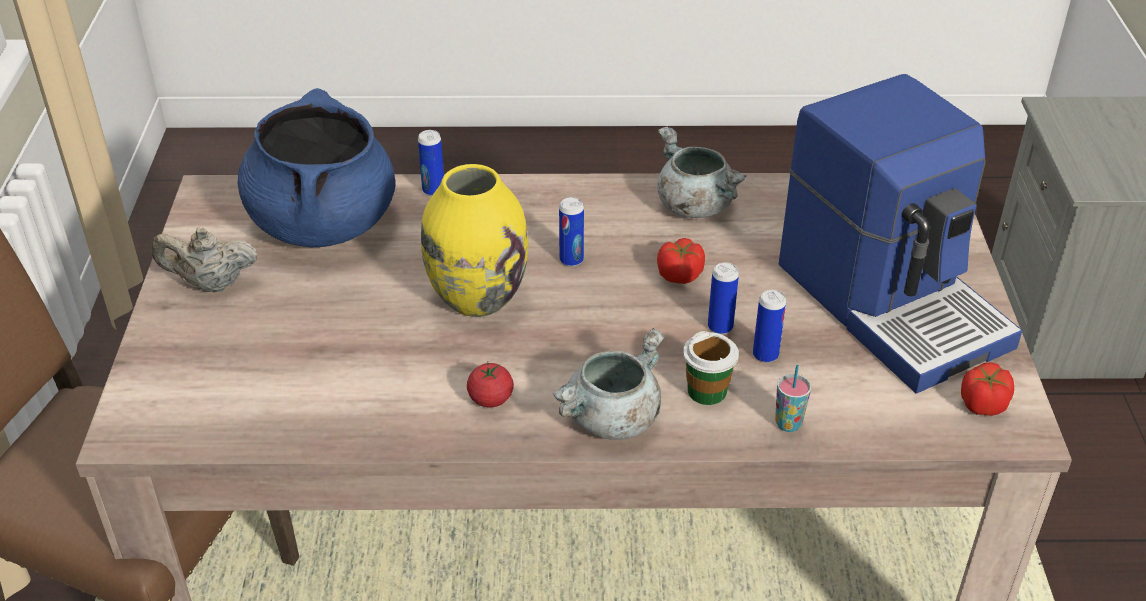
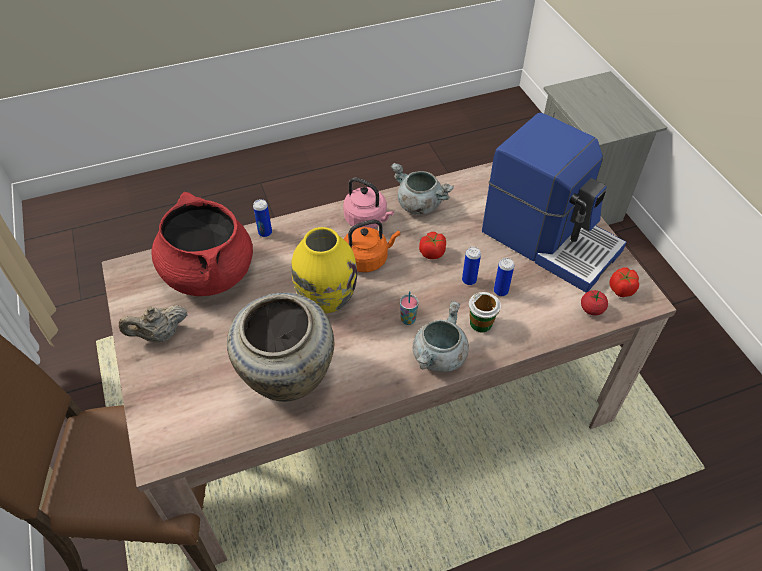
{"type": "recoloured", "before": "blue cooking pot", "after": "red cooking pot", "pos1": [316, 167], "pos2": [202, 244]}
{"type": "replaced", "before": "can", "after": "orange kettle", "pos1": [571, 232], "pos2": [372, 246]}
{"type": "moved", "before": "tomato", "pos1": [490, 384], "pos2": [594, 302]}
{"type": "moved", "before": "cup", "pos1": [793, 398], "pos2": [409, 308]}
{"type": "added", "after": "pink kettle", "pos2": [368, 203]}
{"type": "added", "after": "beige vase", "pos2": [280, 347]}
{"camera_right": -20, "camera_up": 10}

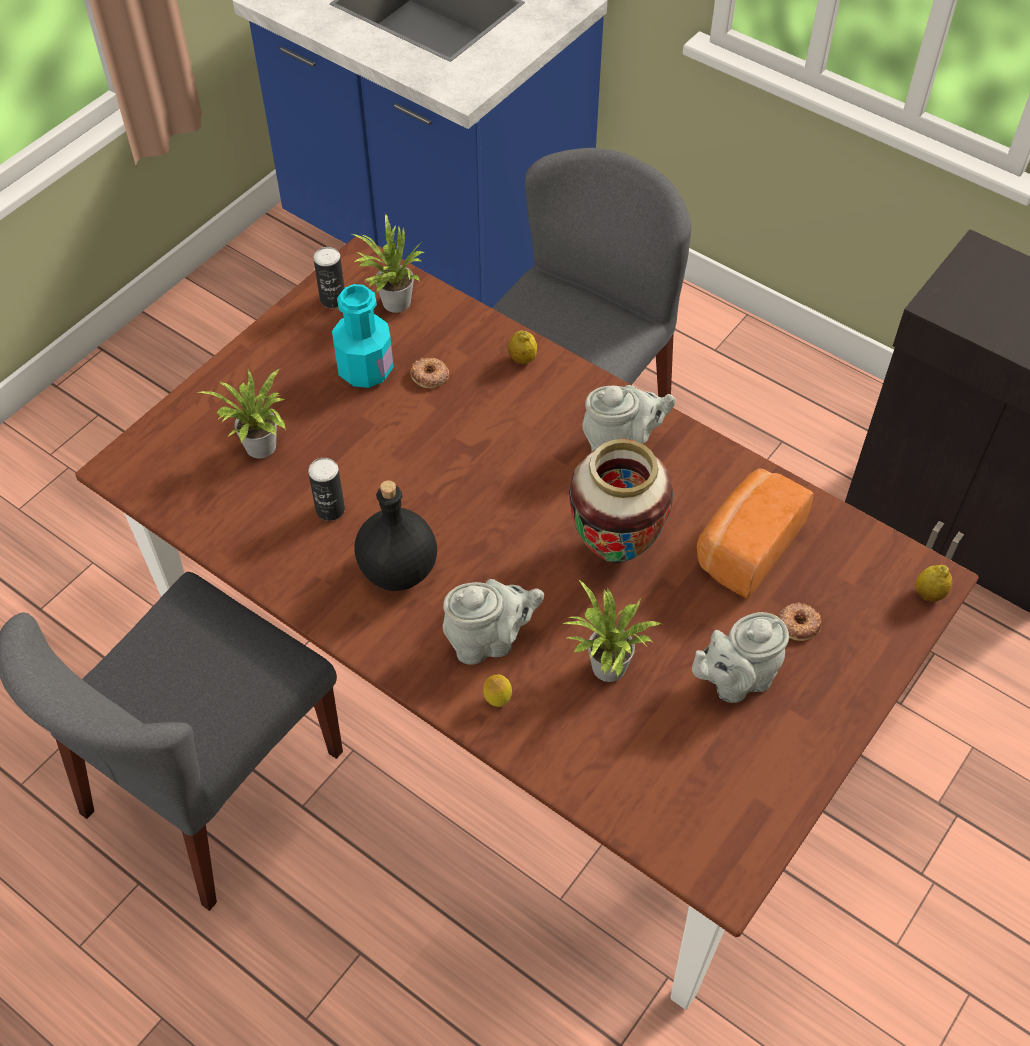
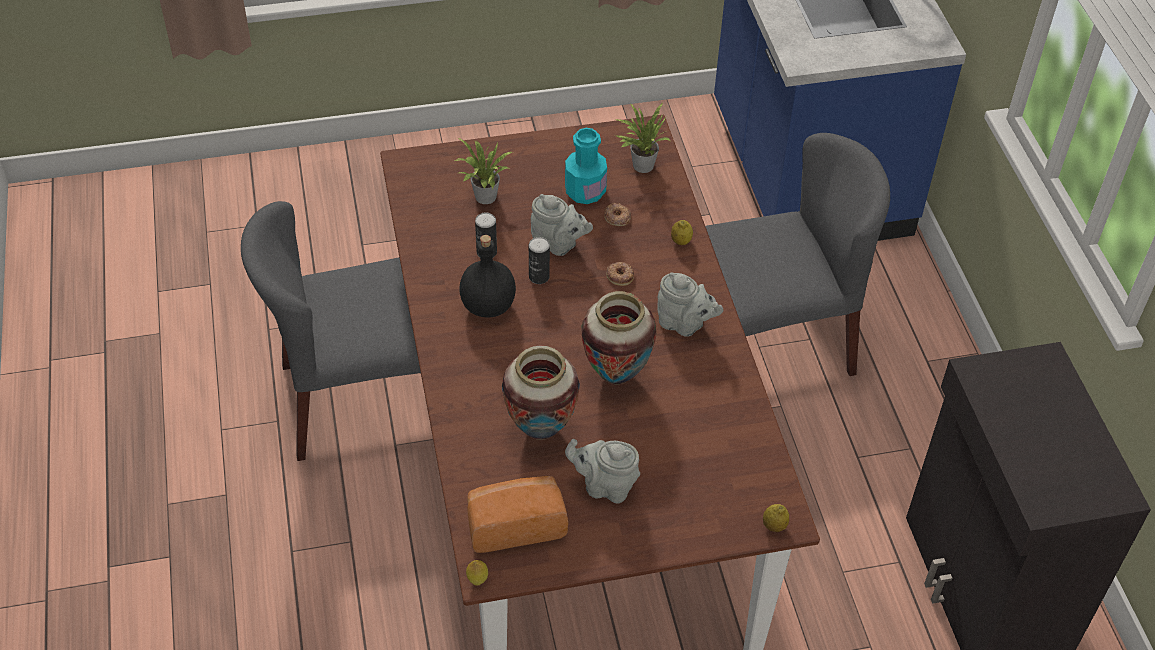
{"type": "moved", "before": "can", "pos1": [329, 277], "pos2": [539, 260]}
{"type": "moved", "before": "bread", "pos1": [755, 533], "pos2": [517, 514]}
{"type": "moved", "before": "grey teapot", "pos1": [493, 622], "pos2": [562, 225]}
{"type": "replaced", "before": "potted plant", "after": "vase", "pos1": [612, 630], "pos2": [541, 393]}
{"type": "moved", "before": "donut", "pos1": [800, 621], "pos2": [620, 274]}
{"type": "moved", "before": "lemon", "pos1": [497, 691], "pos2": [477, 573]}
{"camera_right": 40, "camera_up": -5}

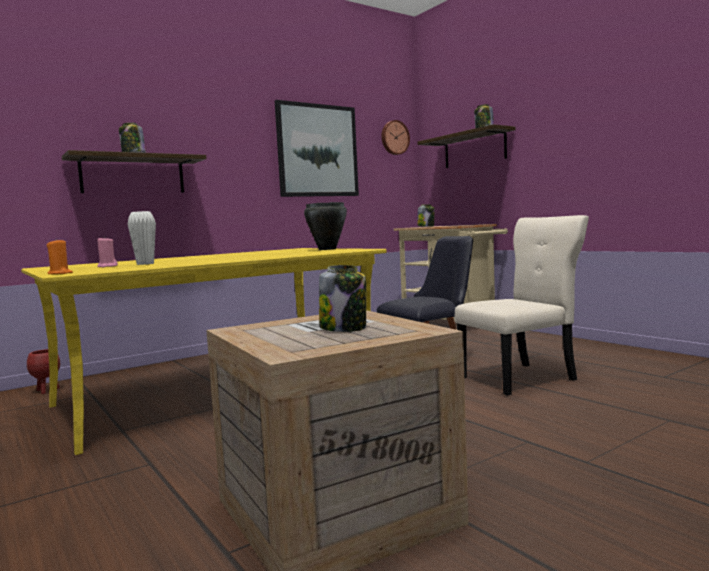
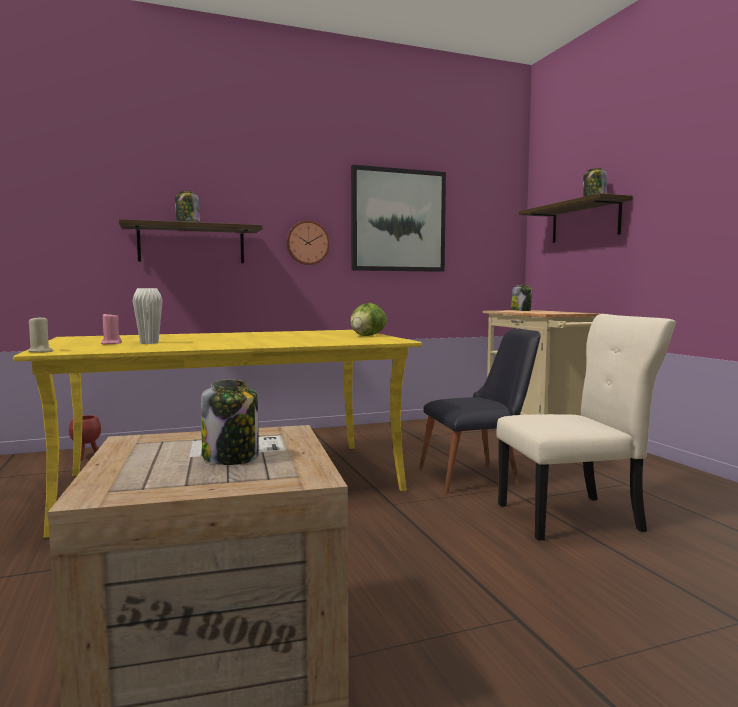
{"type": "moved", "before": "wall clock", "pos1": [395, 137], "pos2": [308, 243]}
{"type": "replaced", "before": "black cooking pot", "after": "lettuce", "pos1": [325, 226], "pos2": [368, 319]}
{"type": "recoloured", "before": "orange candle", "after": "beige candle", "pos1": [60, 256], "pos2": [40, 334]}
{"camera_right": 15, "camera_up": 0}

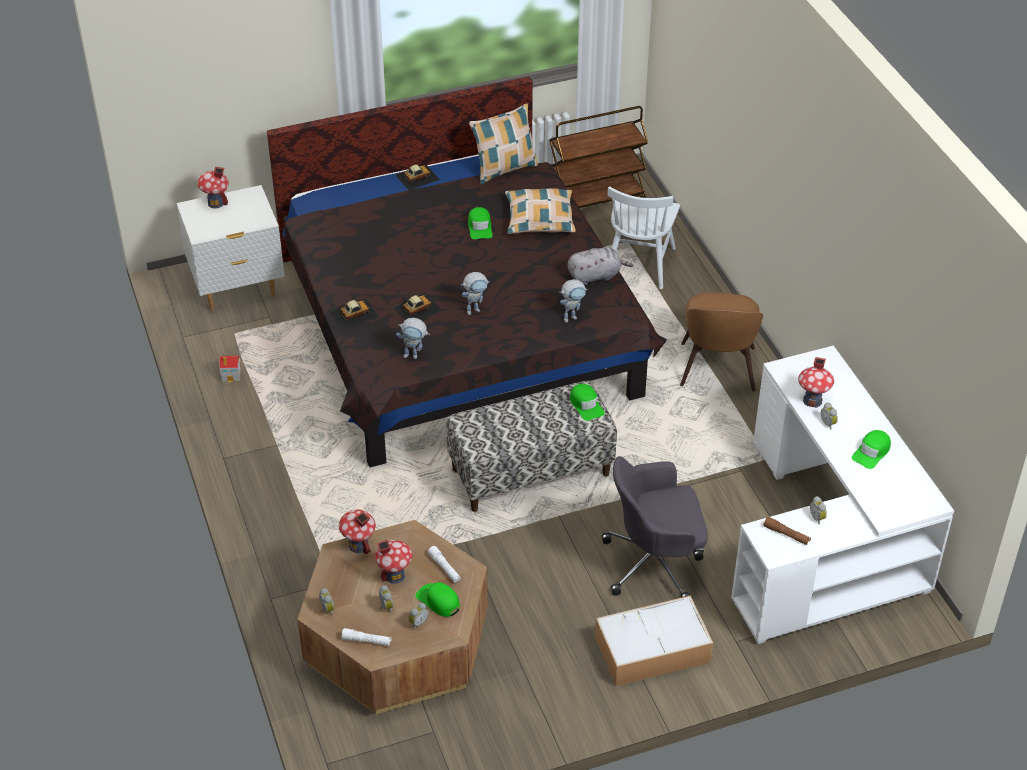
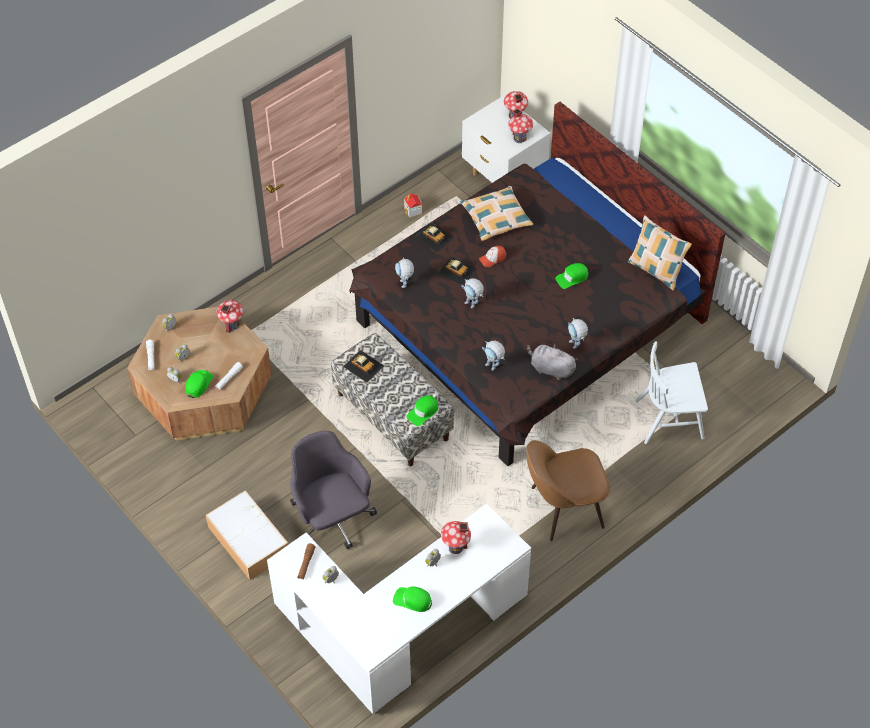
{"type": "removed", "before": "brown cart", "pos1": [598, 157]}
{"type": "moved", "before": "toy car", "pos1": [417, 177], "pos2": [363, 366]}
{"type": "moved", "before": "pillow", "pos1": [540, 211], "pos2": [496, 213]}
{"type": "turned", "before": "grey plush toy", "pos1": [600, 266], "pos2": [552, 362], "turn": 150}
{"type": "moved", "before": "toy house", "pos1": [393, 561], "pos2": [520, 125]}
{"type": "added", "after": "cap", "pos2": [492, 256]}
{"type": "added", "after": "toy robot", "pos2": [578, 333]}
{"camera_right": 70, "camera_up": 10}

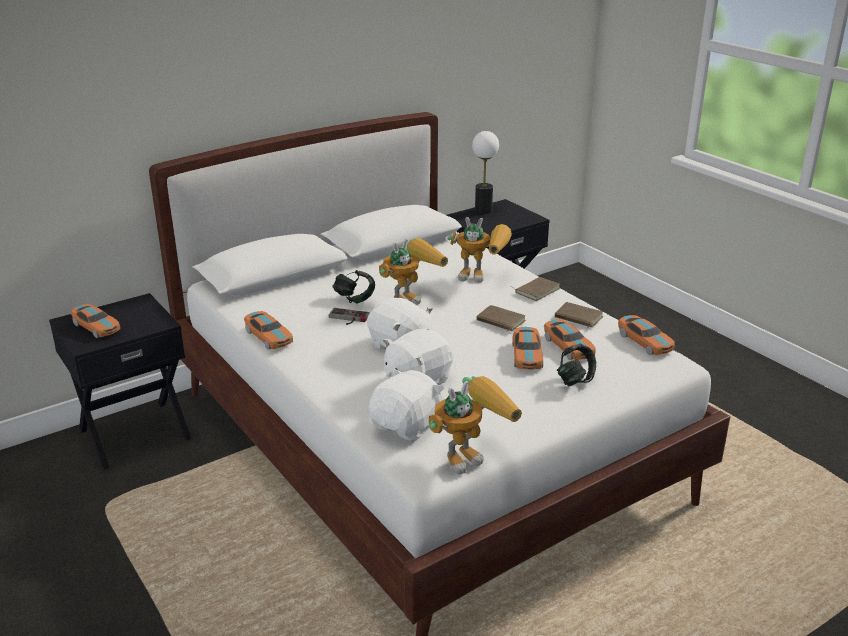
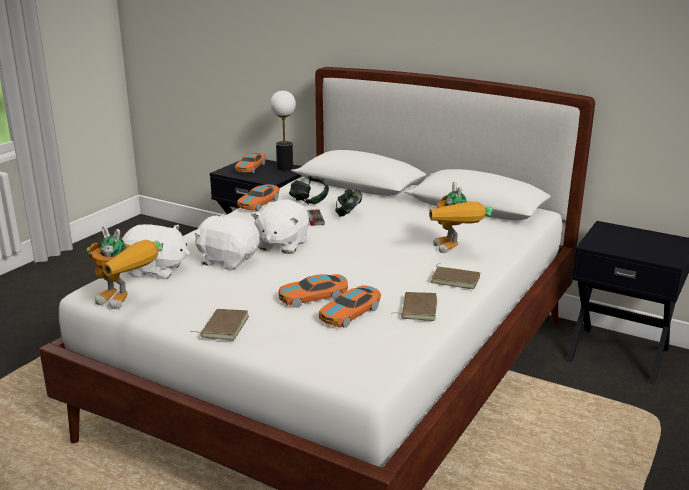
{"type": "moved", "before": "table lamp", "pos1": [485, 172], "pos2": [283, 130]}
{"type": "removed", "before": "toy robot", "pos1": [413, 271]}
{"type": "moved", "before": "brown book", "pos1": [501, 318], "pos2": [219, 325]}
{"type": "removed", "before": "toy car", "pos1": [646, 335]}
{"type": "moved", "before": "headphones", "pos1": [576, 364], "pos2": [309, 190]}
{"camera_right": 65, "camera_up": -5}

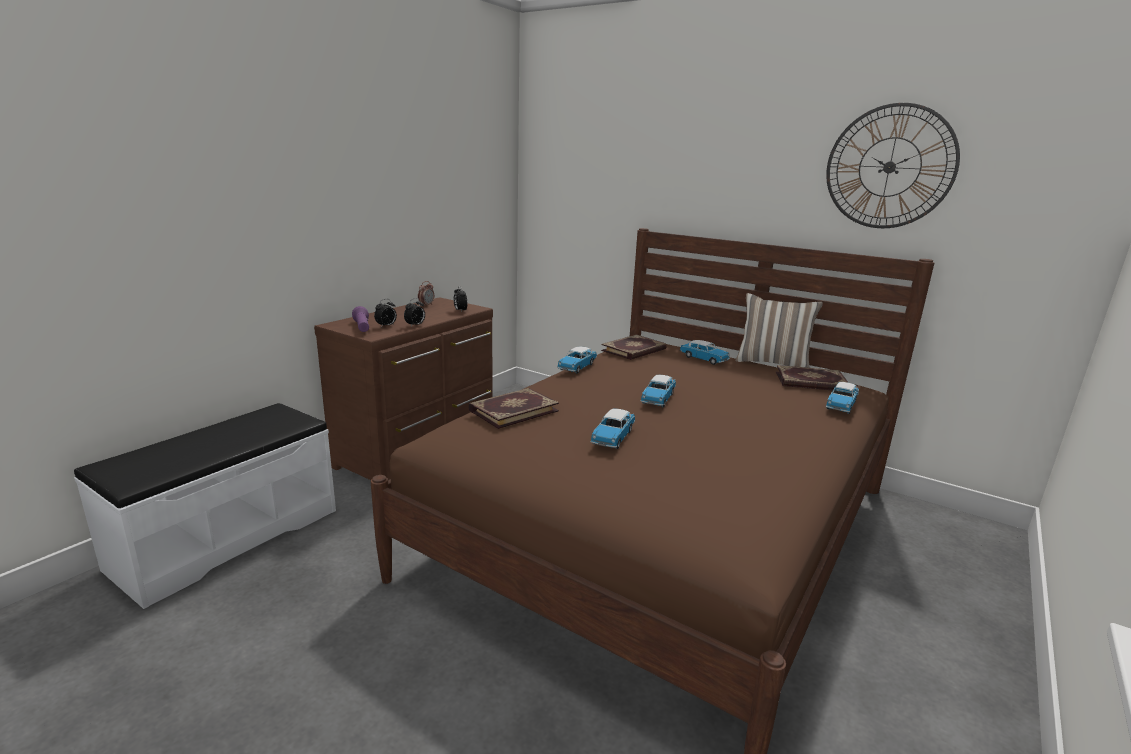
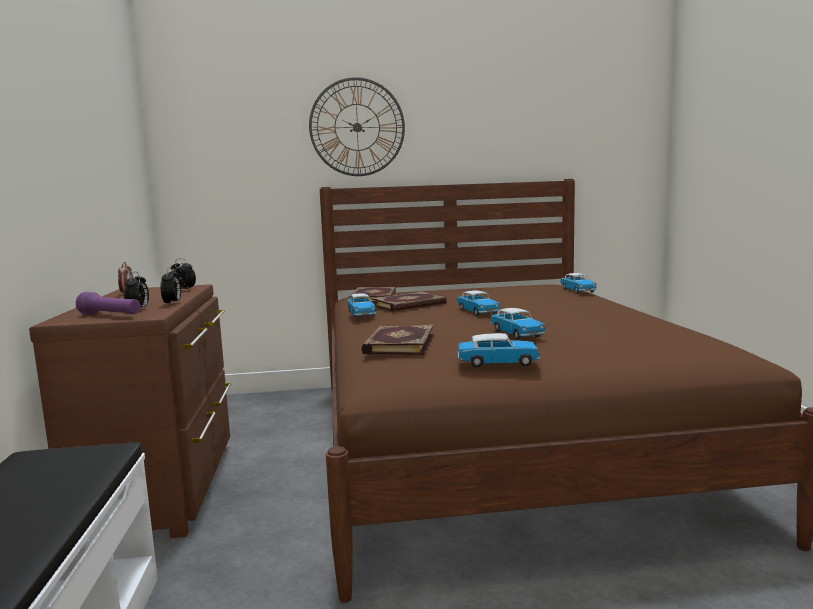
{"type": "moved", "before": "wall clock", "pos1": [893, 165], "pos2": [357, 126]}
{"type": "removed", "before": "pillow", "pos1": [779, 330]}
{"type": "moved", "before": "toy car", "pos1": [705, 352], "pos2": [499, 350]}
{"type": "moved", "before": "book", "pos1": [812, 378], "pos2": [409, 302]}
{"camera_right": -40, "camera_up": -10}

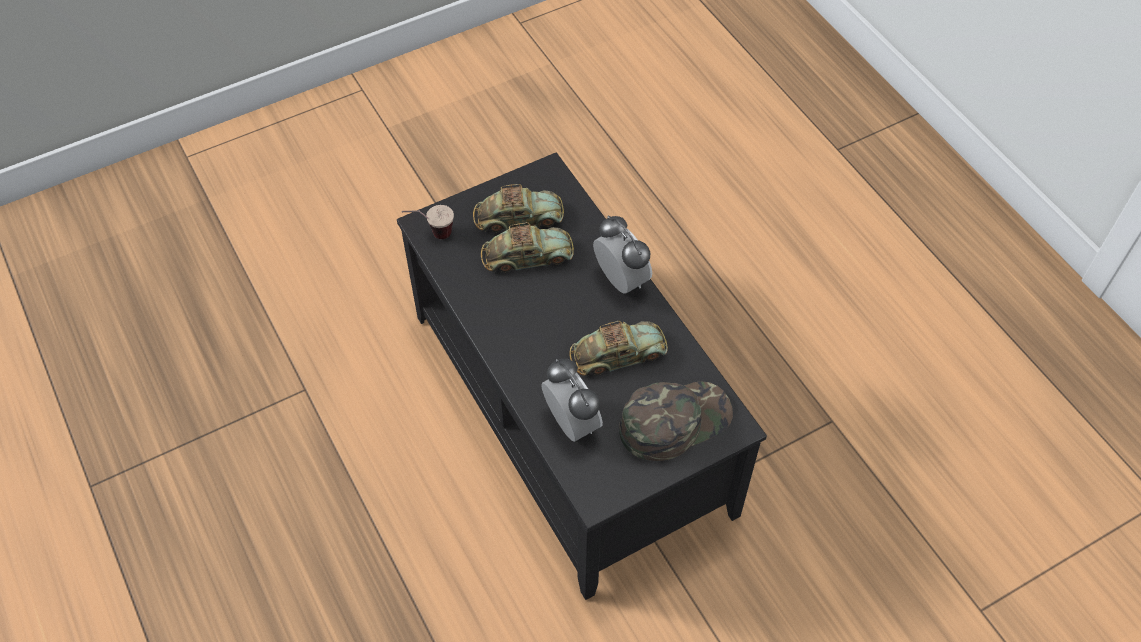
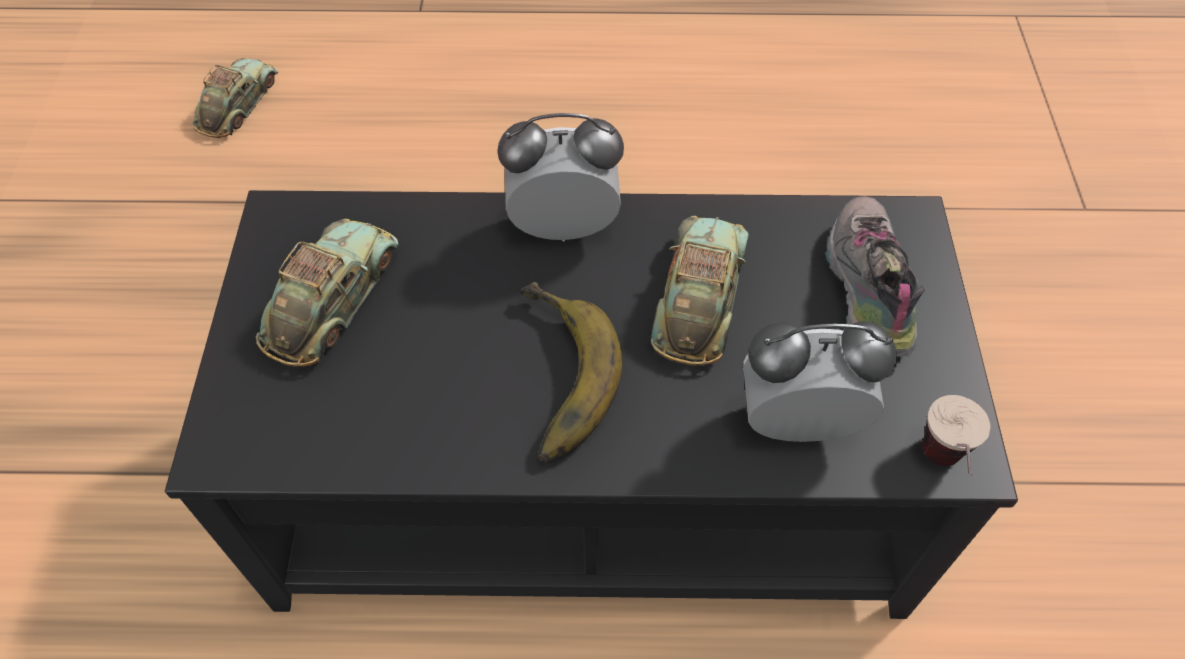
{"type": "moved", "before": "cup", "pos1": [428, 222], "pos2": [956, 435]}
{"type": "moved", "before": "toy car", "pos1": [527, 247], "pos2": [235, 98]}
{"type": "replaced", "before": "green cap", "after": "shoe", "pos1": [676, 421], "pos2": [875, 277]}
{"type": "added", "after": "banana", "pos2": [571, 372]}
{"camera_right": -60, "camera_up": 0}

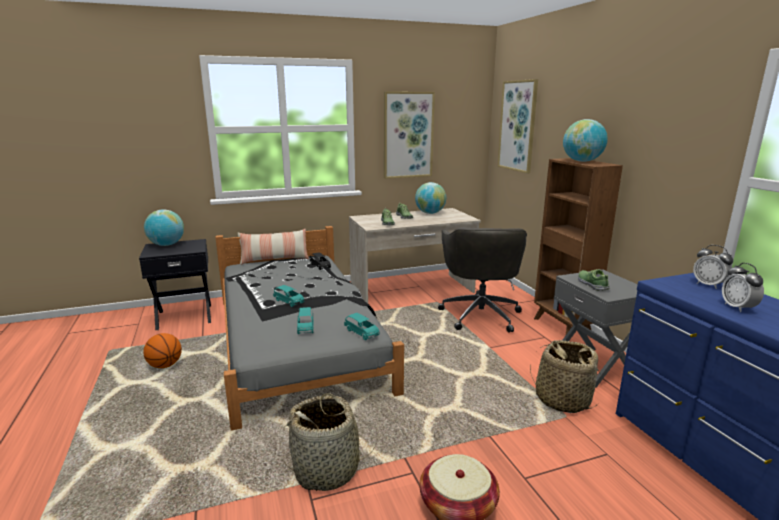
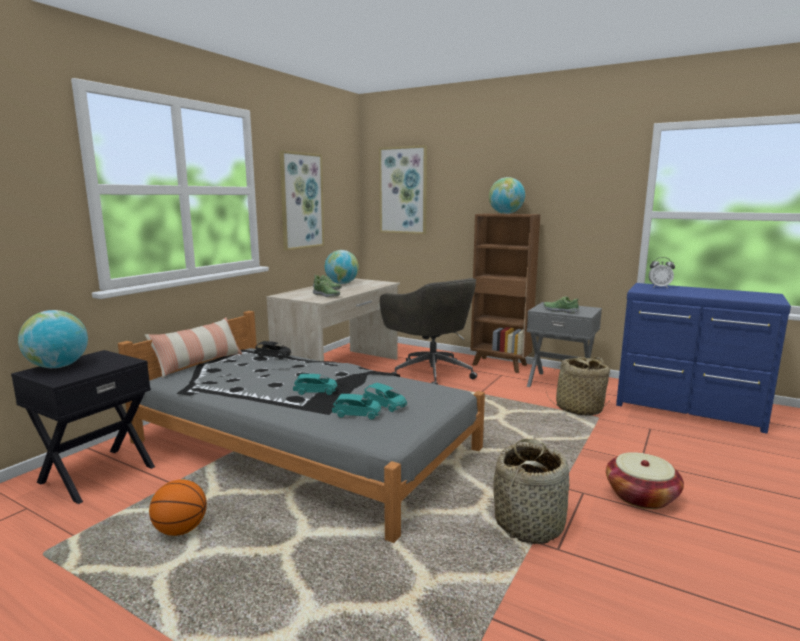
{"type": "removed", "before": "alarm clock", "pos1": [743, 287]}
{"type": "moved", "before": "turquoise toy car", "pos1": [361, 326], "pos2": [356, 406]}
{"camera_right": -40, "camera_up": -5}

